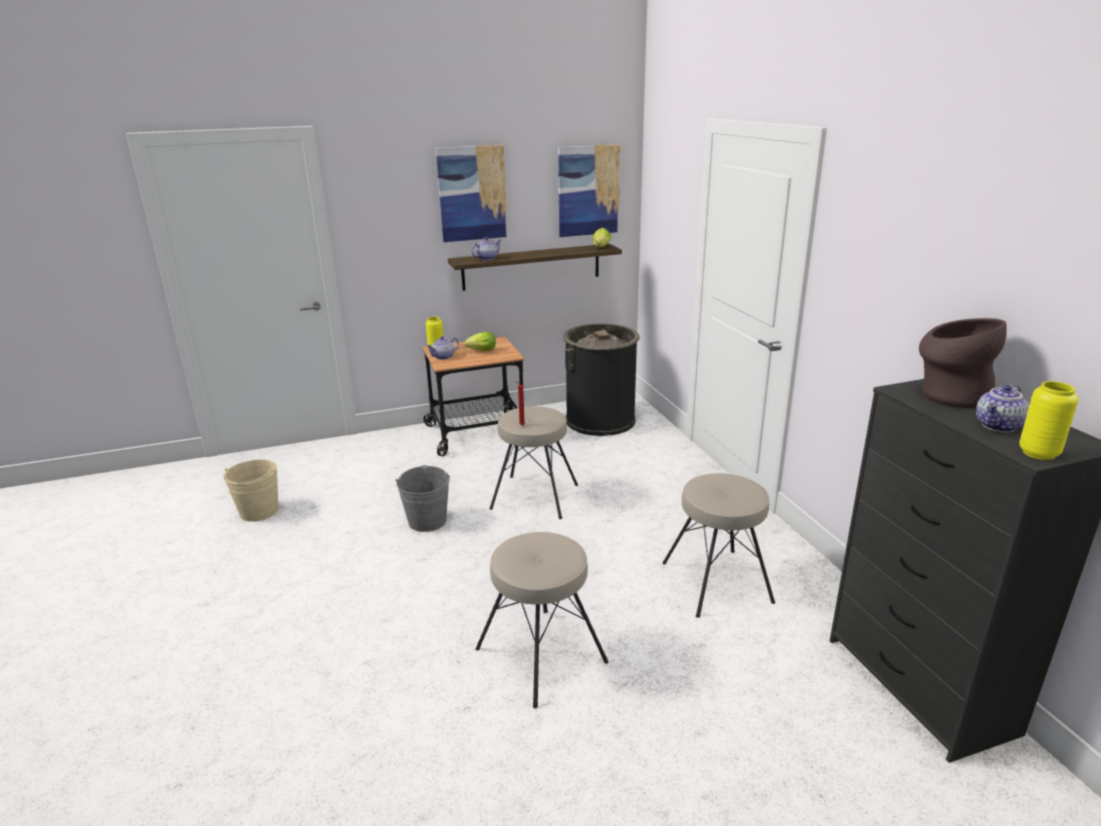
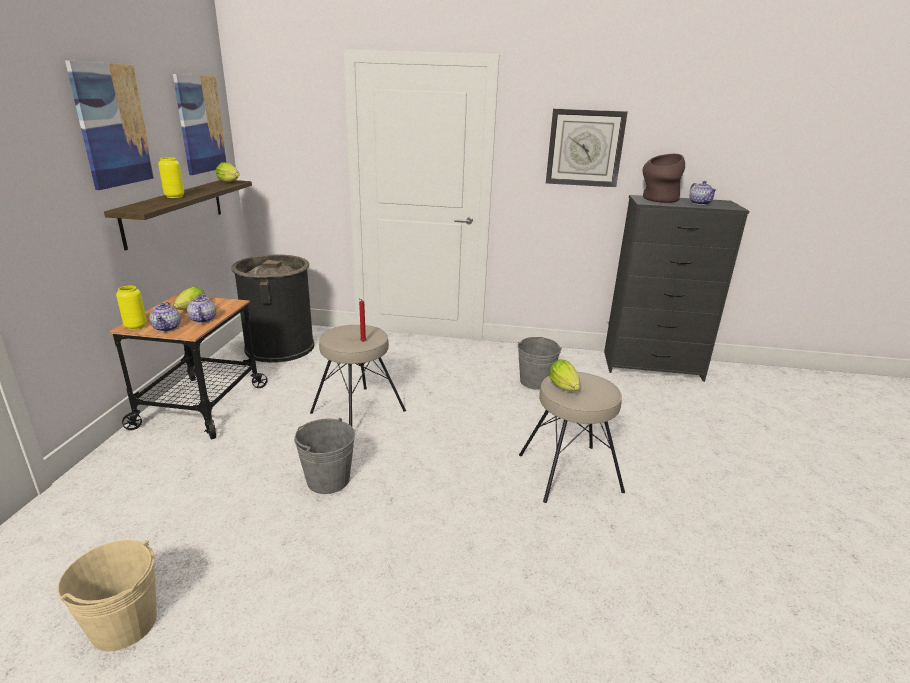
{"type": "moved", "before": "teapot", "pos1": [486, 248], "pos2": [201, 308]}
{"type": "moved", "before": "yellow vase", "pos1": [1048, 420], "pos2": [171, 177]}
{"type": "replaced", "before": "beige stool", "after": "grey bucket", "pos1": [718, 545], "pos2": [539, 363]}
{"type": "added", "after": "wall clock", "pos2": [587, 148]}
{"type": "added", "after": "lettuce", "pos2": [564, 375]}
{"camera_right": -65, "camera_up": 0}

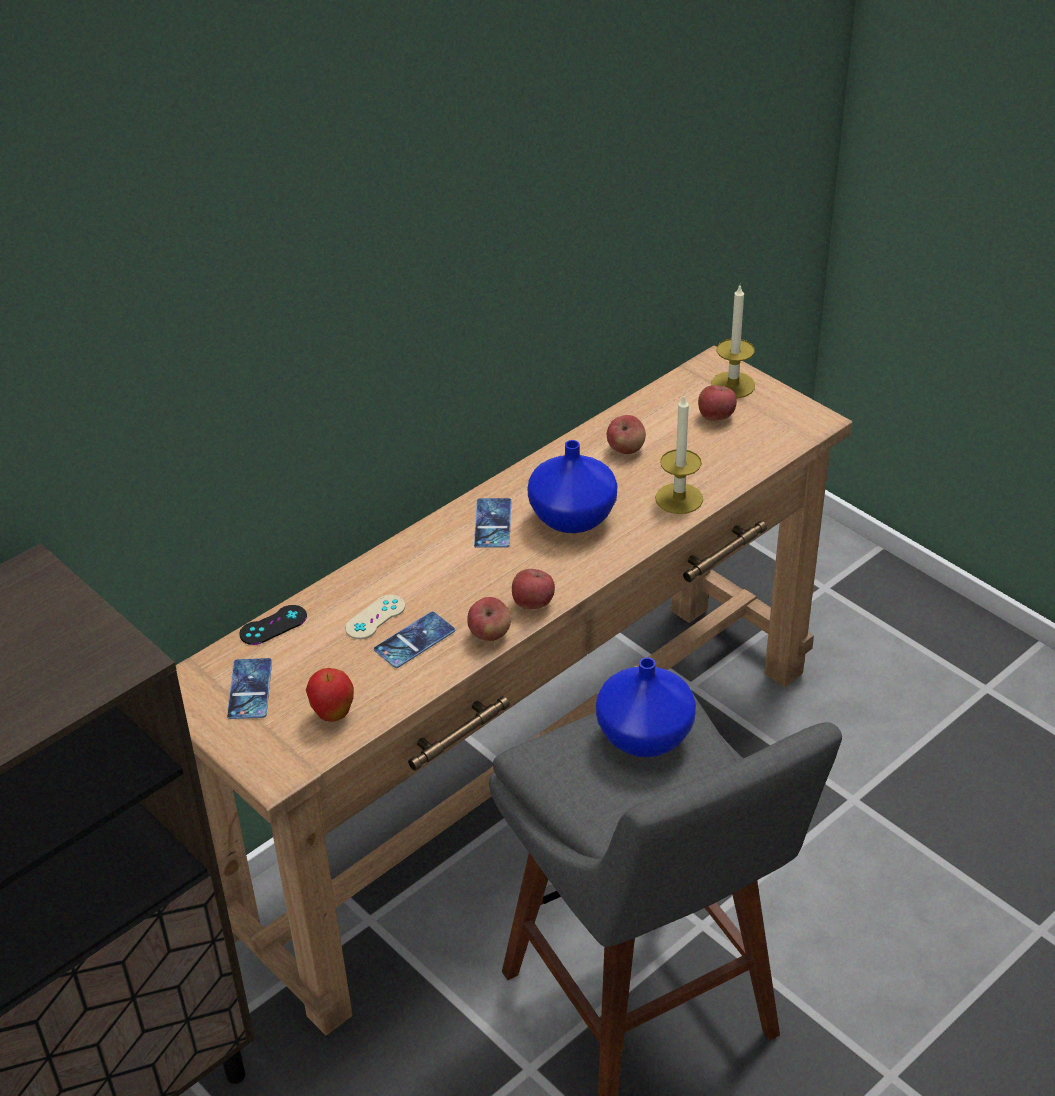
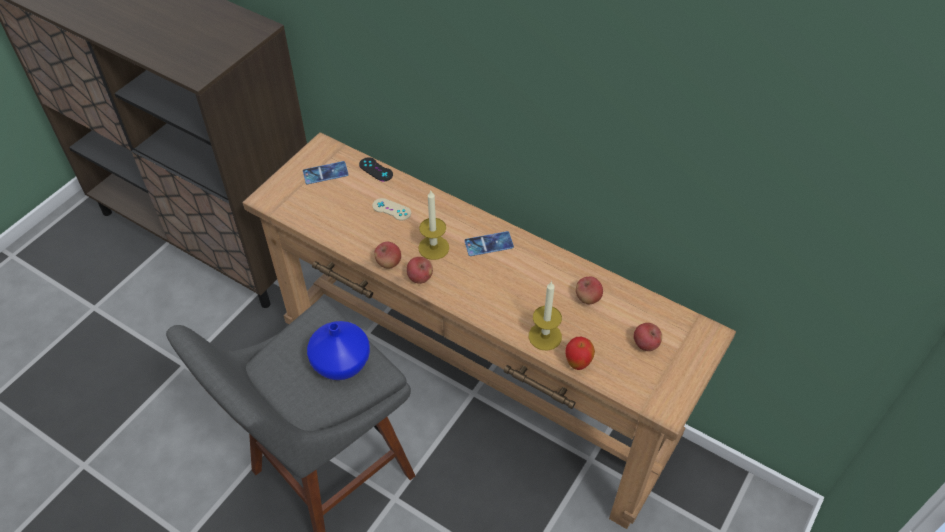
{"type": "moved", "before": "candle", "pos1": [733, 341], "pos2": [433, 225]}
{"type": "removed", "before": "blue vase", "pos1": [572, 486]}
{"type": "removed", "before": "phone", "pos1": [414, 640]}
{"type": "moved", "before": "apple", "pos1": [330, 695], "pos2": [580, 353]}
{"camera_right": 75, "camera_up": 10}

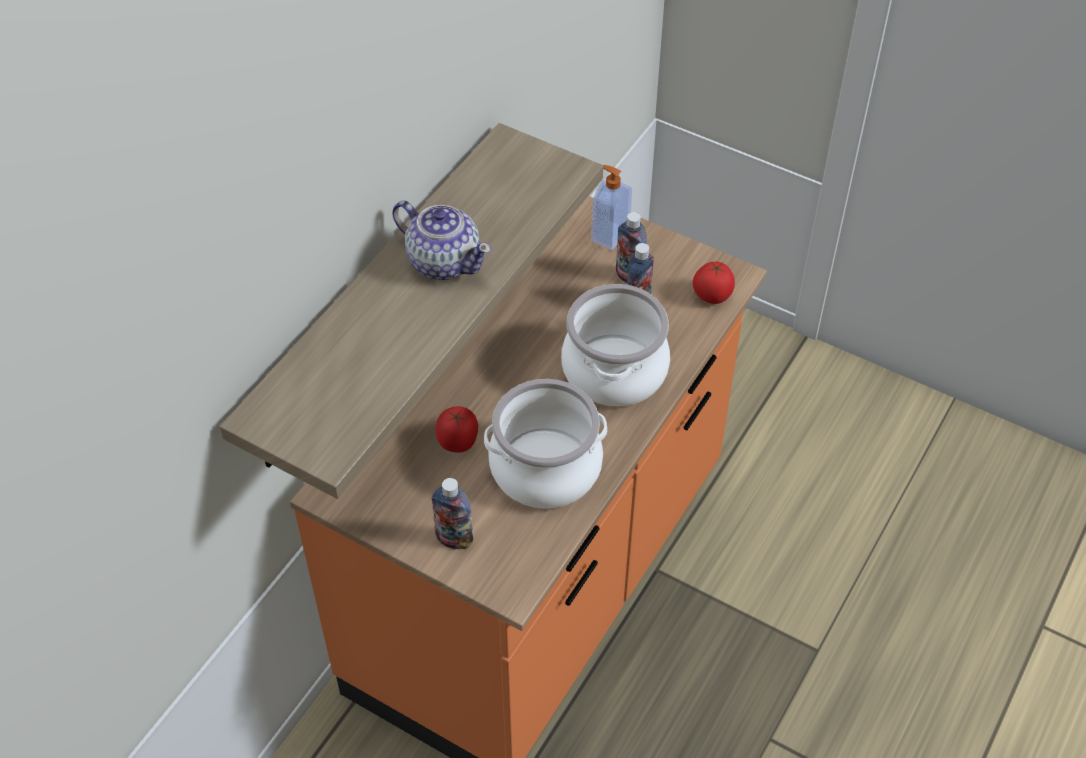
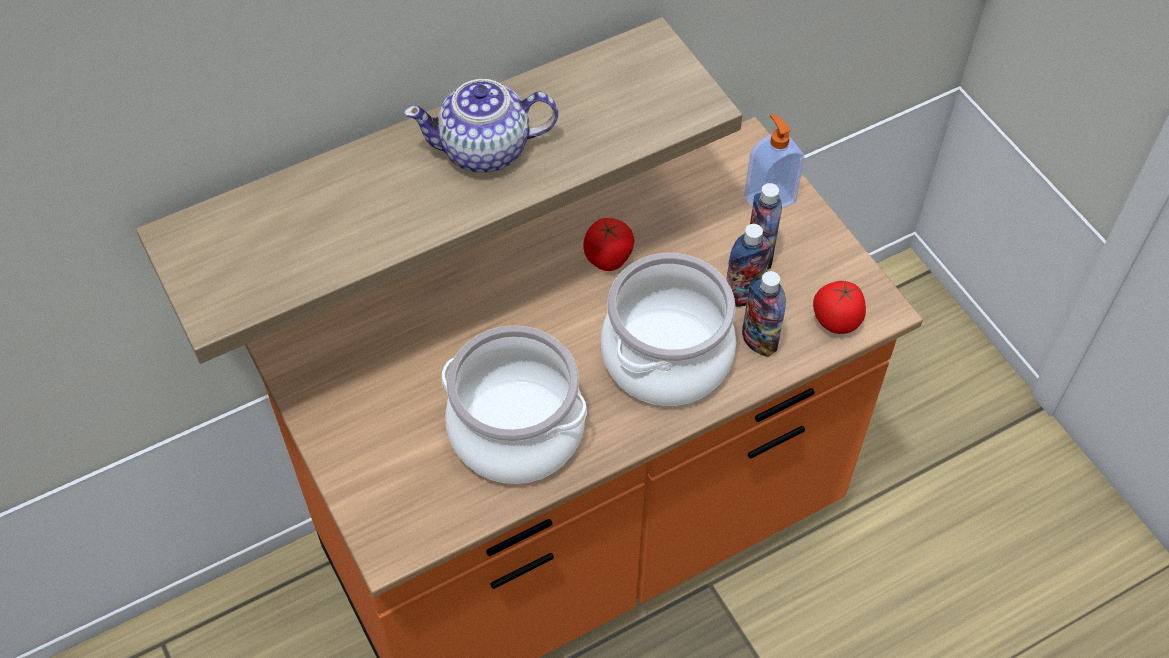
{"type": "turned", "before": "teapot", "pos1": [441, 240], "pos2": [481, 125], "turn": 105}
{"type": "moved", "before": "tomato", "pos1": [457, 429], "pos2": [608, 244]}
{"type": "moved", "before": "bottle", "pos1": [452, 513], "pos2": [764, 314]}
{"camera_right": 30, "camera_up": 5}

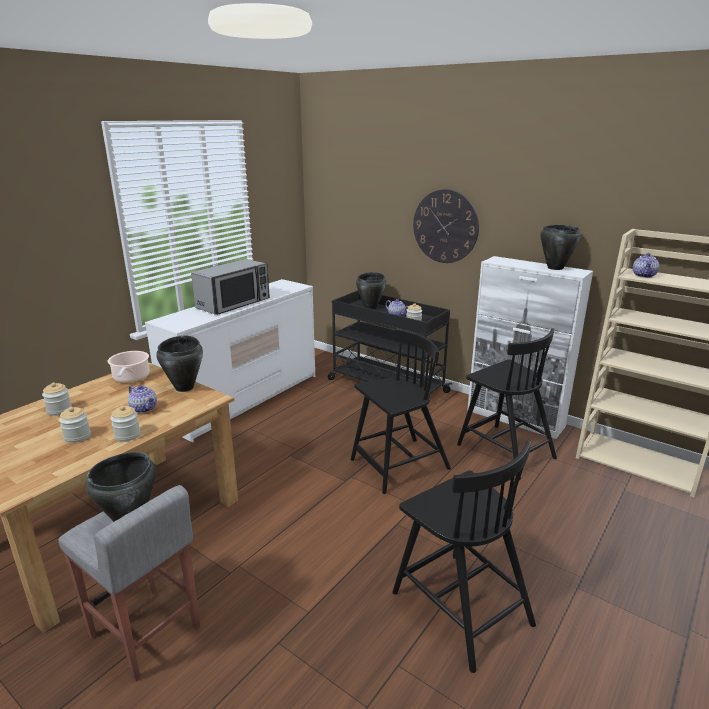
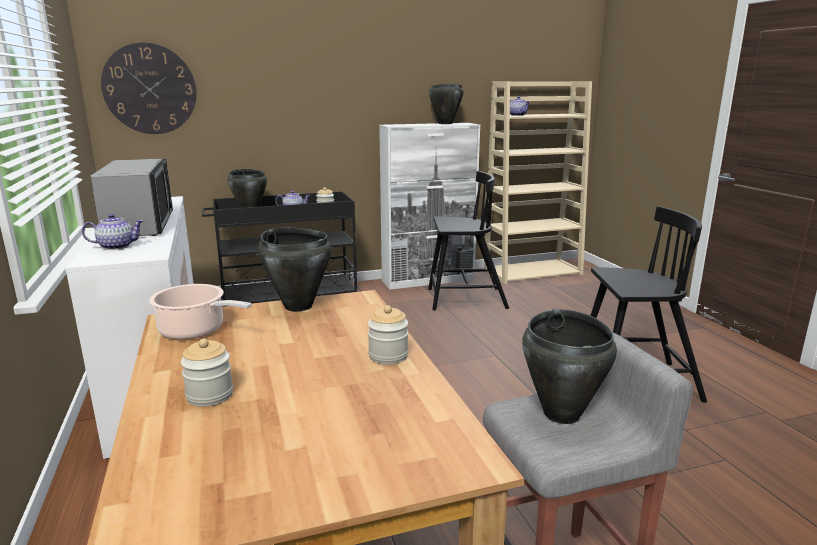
{"type": "moved", "before": "wall clock", "pos1": [446, 226], "pos2": [149, 88]}
{"type": "removed", "before": "black chair", "pos1": [401, 411]}
{"type": "moved", "before": "teapot", "pos1": [142, 399], "pos2": [113, 232]}
{"type": "removed", "before": "jar", "pos1": [75, 425]}
{"camera_right": -55, "camera_up": -5}

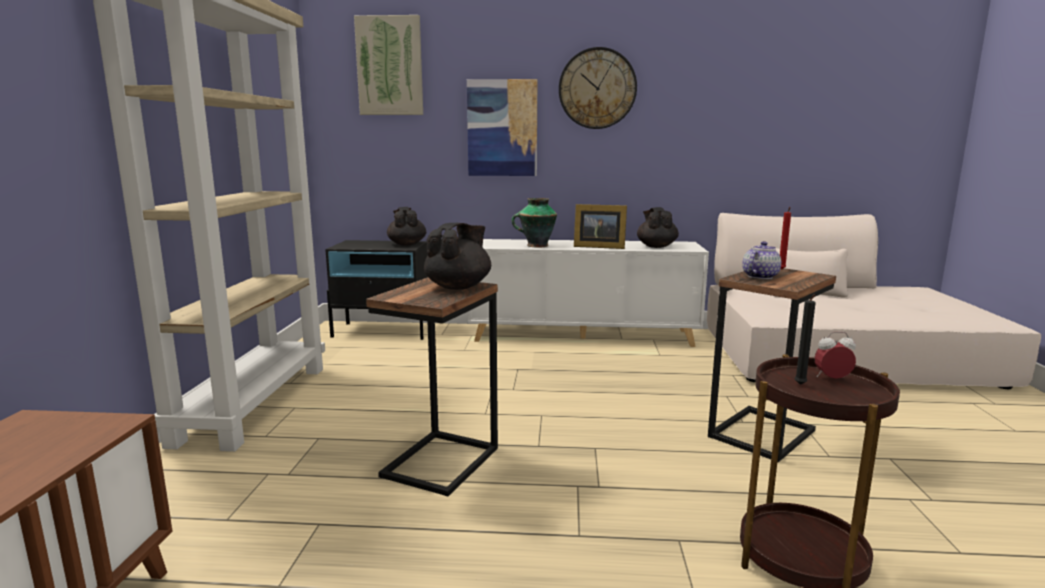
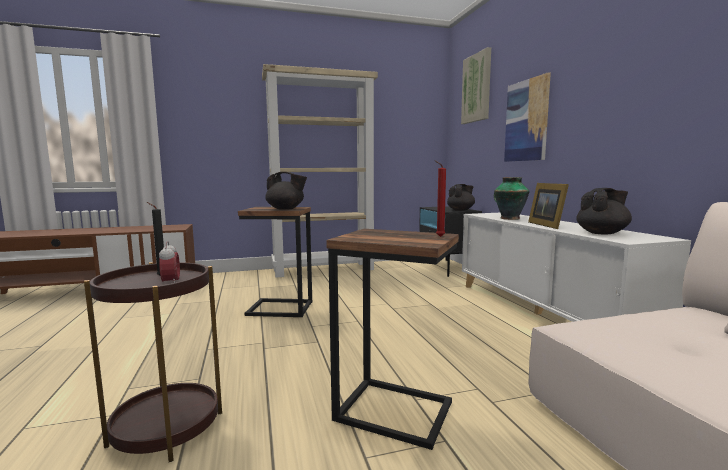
{"type": "removed", "before": "wall clock", "pos1": [598, 88]}
{"type": "removed", "before": "teapot", "pos1": [761, 260]}
{"camera_right": 70, "camera_up": -5}

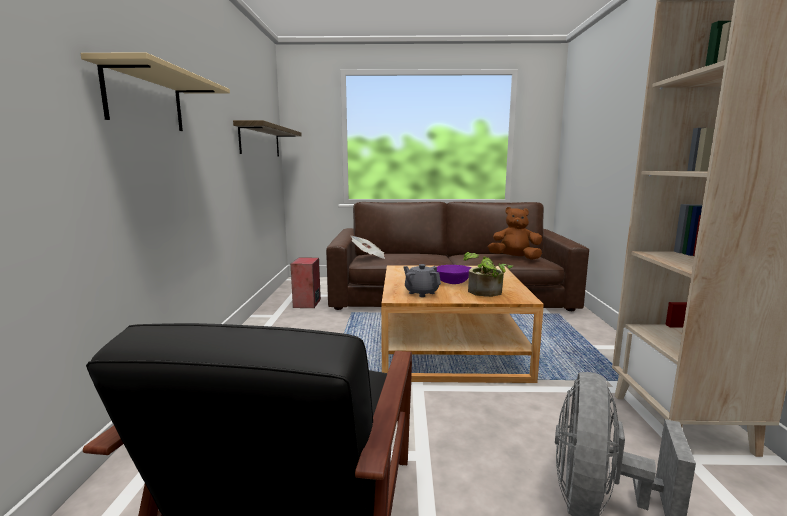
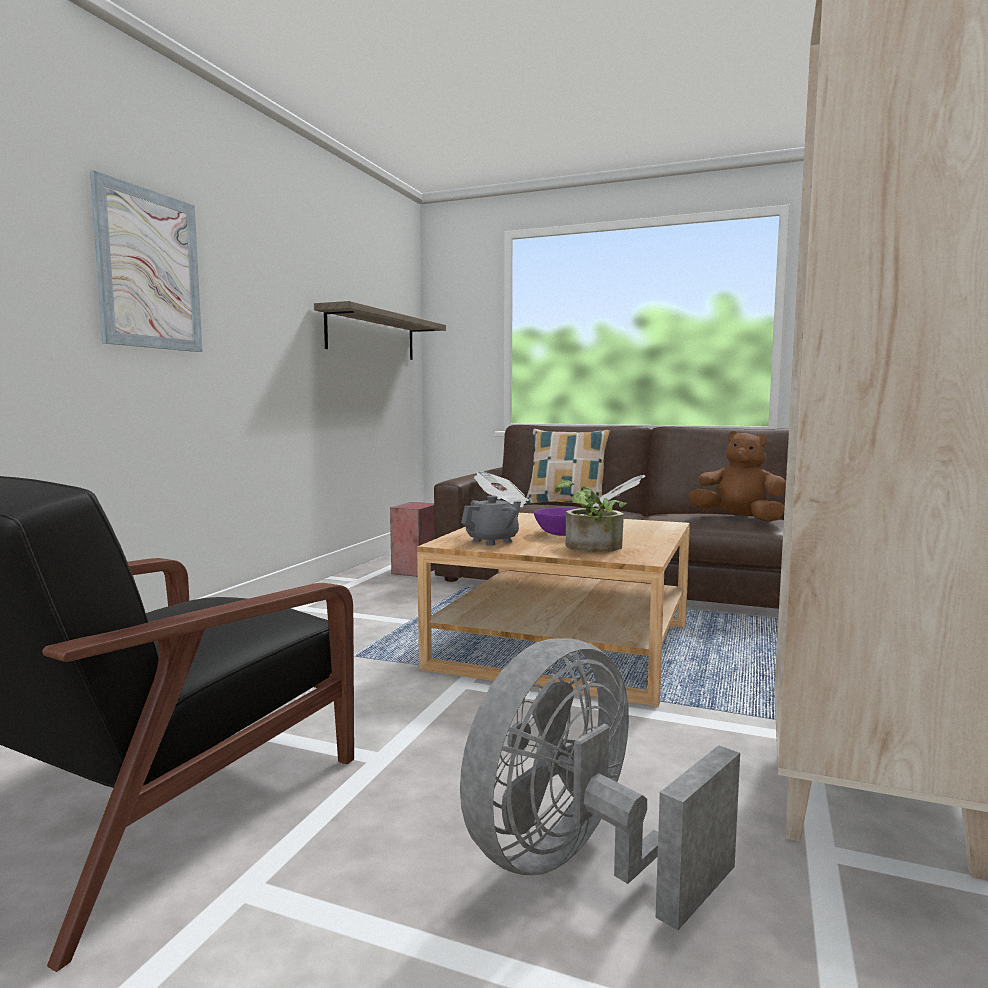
{"type": "replaced", "before": "beige shelf", "after": "picture", "pos1": [155, 91], "pos2": [146, 261]}
{"type": "turned", "before": "grey teapot", "pos1": [422, 280], "pos2": [491, 520], "turn": 75}
{"type": "added", "after": "pillow", "pos2": [567, 468]}
{"type": "added", "after": "newspaper", "pos2": [619, 491]}
{"camera_right": 20, "camera_up": -5}

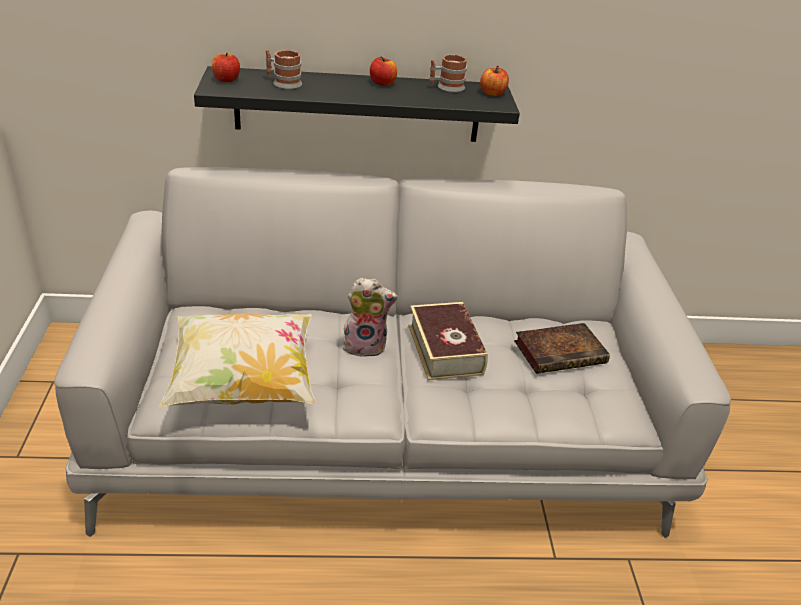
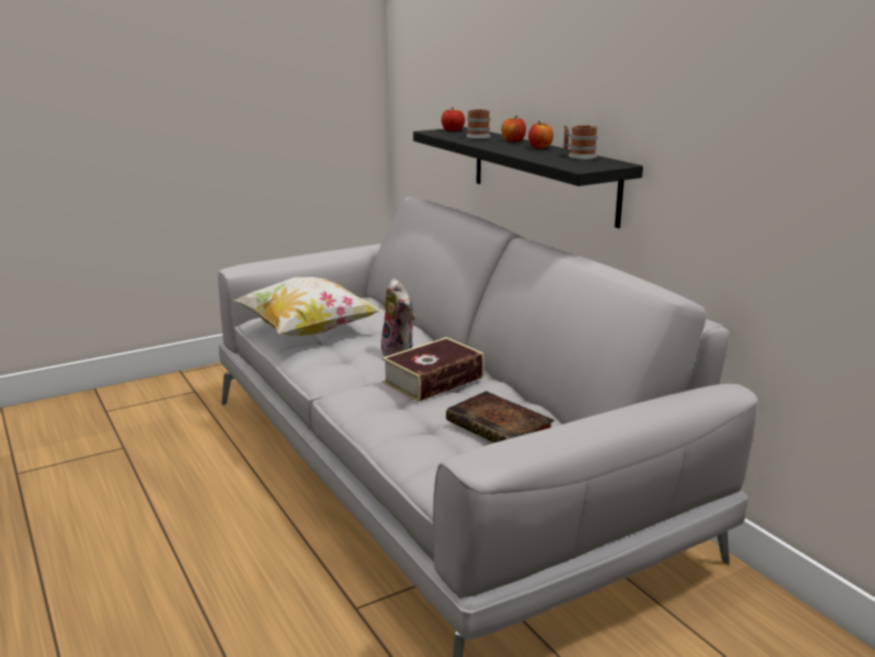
{"type": "moved", "before": "apple", "pos1": [494, 81], "pos2": [513, 129]}
{"camera_right": 65, "camera_up": -15}

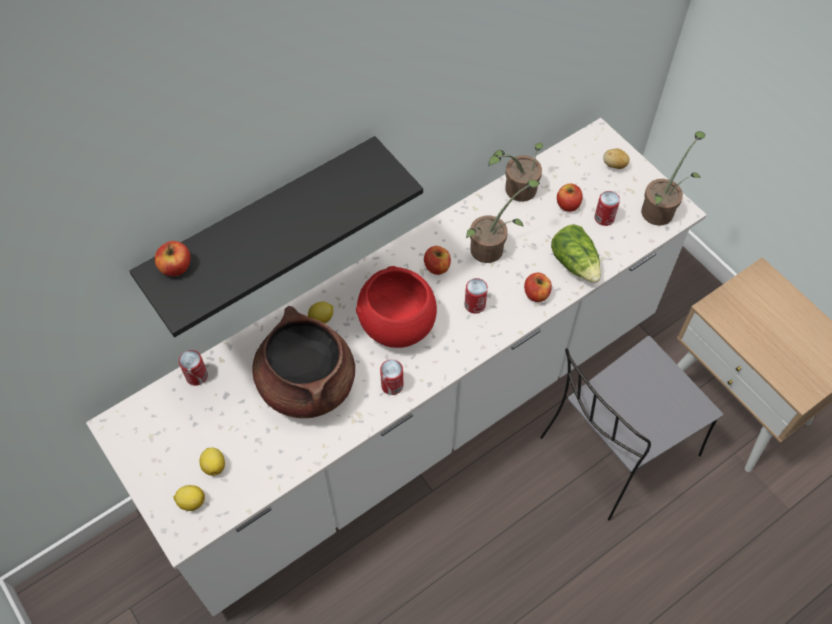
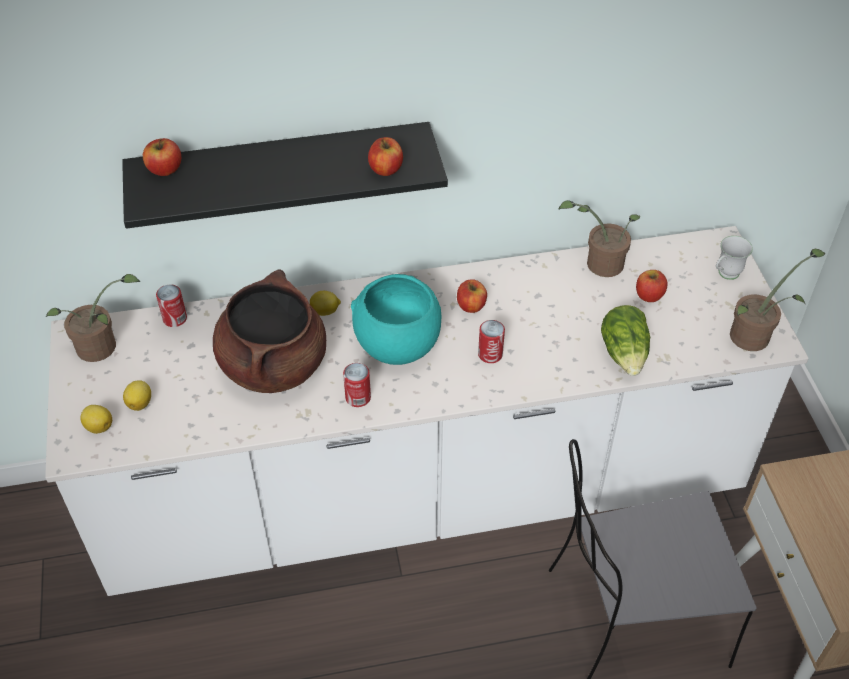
{"type": "replaced", "before": "potato", "after": "white mug", "pos1": [616, 158], "pos2": [734, 258]}
{"type": "moved", "before": "potted plant", "pos1": [503, 221], "pos2": [93, 318]}
{"type": "removed", "before": "can", "pos1": [607, 208]}
{"type": "recoloured", "before": "red bowl", "after": "turquoise bowl", "pos1": [396, 307], "pos2": [396, 319]}
{"type": "moved", "before": "apple", "pos1": [538, 287], "pos2": [385, 156]}
{"camera_right": 25, "camera_up": -10}

